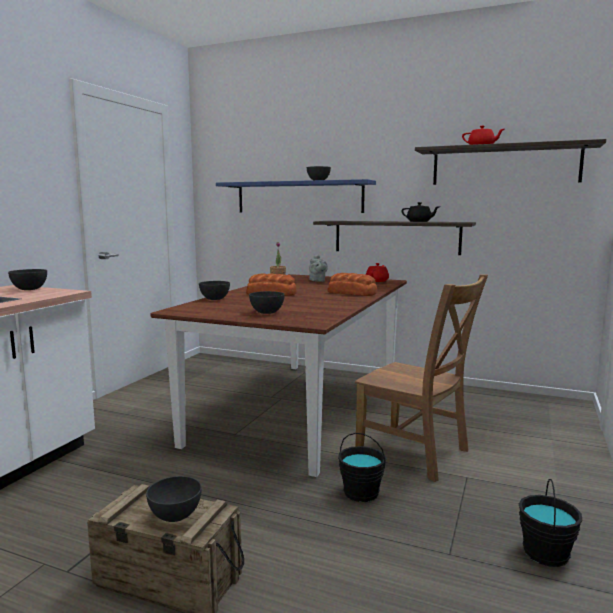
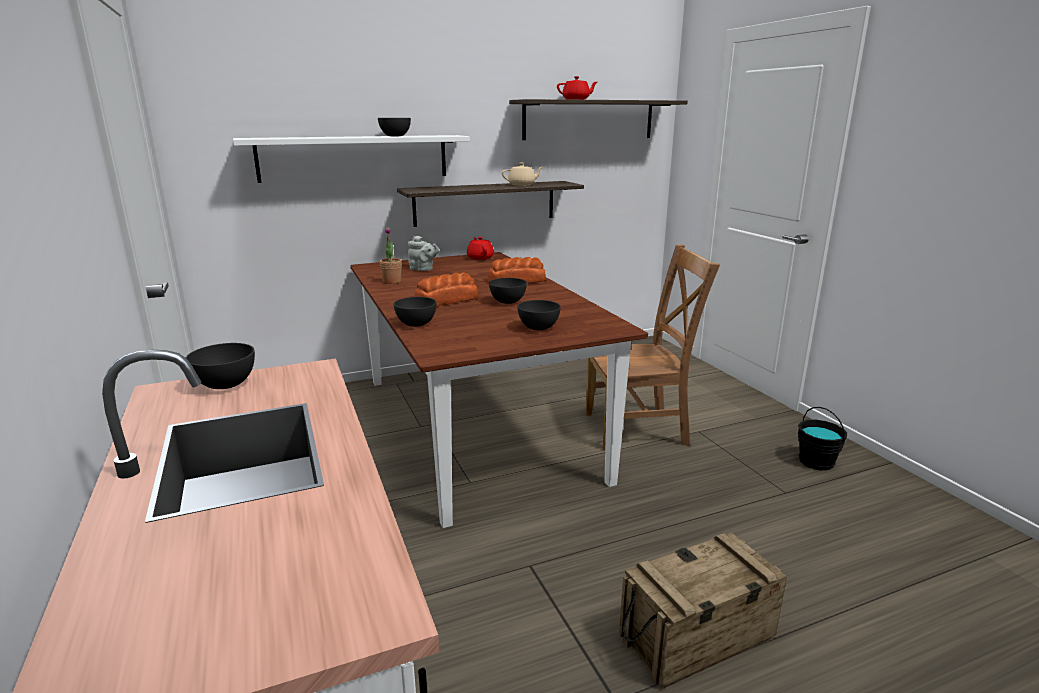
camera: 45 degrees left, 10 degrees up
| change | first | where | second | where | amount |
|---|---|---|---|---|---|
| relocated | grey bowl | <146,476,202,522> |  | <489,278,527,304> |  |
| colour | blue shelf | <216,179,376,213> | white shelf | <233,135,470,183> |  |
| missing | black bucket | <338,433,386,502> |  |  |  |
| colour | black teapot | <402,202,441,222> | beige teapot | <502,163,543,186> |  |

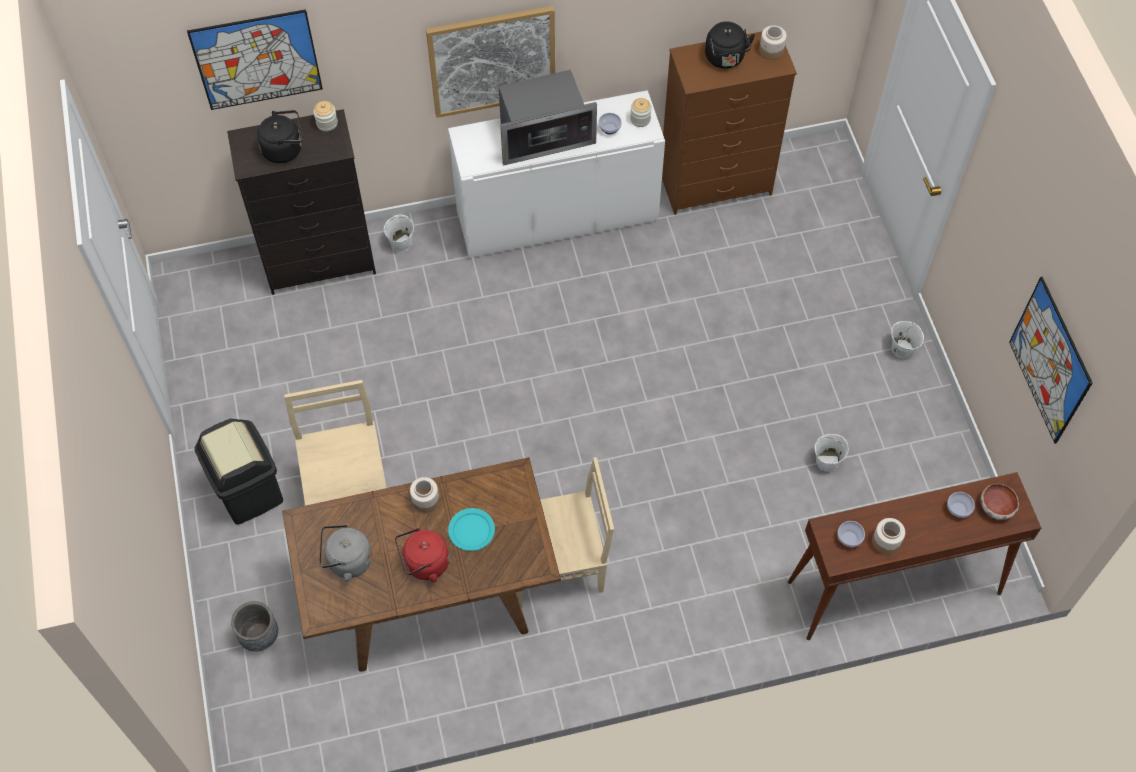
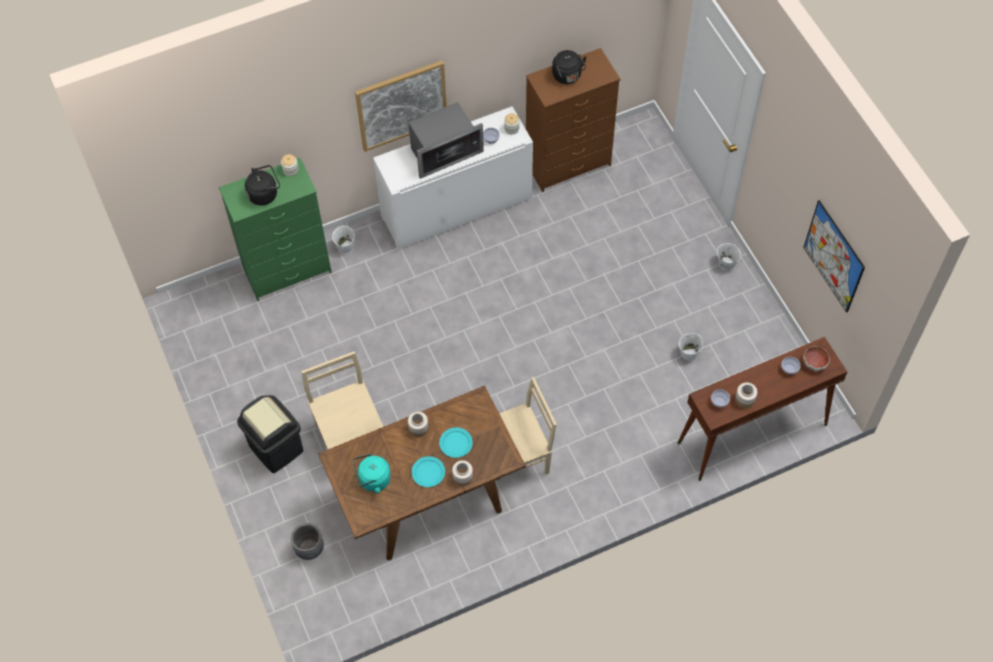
camera: 10 degrees left, 0 degrees up
| change | first | where | second | where | amount |
|---|---|---|---|---|---|
| missing | picture | <187,9,323,110> |  |  |  |
| colour | black dresser | <227,109,376,295> | green dresser | <219,158,332,301> |  |
| colour | grey kettle | <319,525,372,582> | turquoise kettle | <353,454,391,494> |  |
| exchanged | red kettle | <395,528,450,582> | turquoise plate | <412,456,445,487> |  |
| relocated | jar | <759,25,787,60> |  | <452,460,473,486> |  |

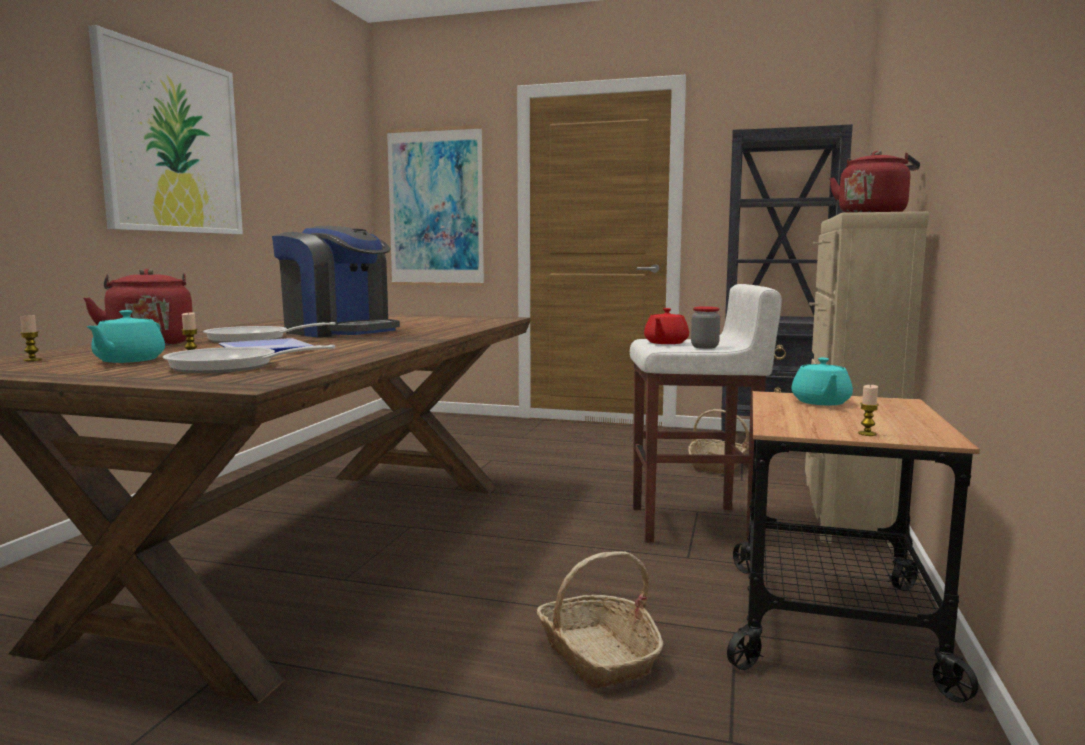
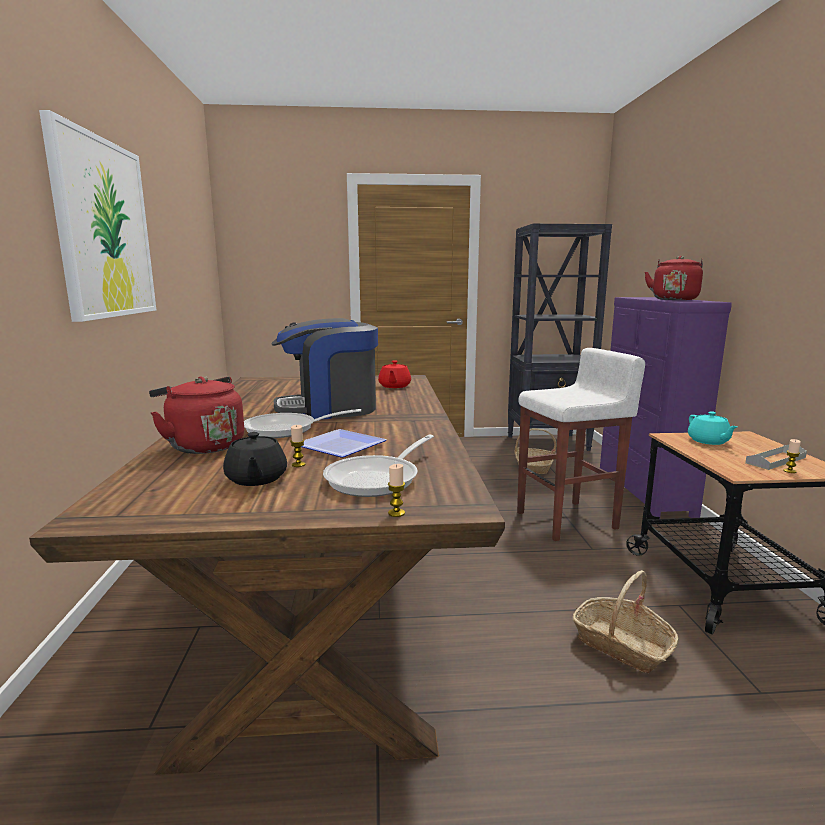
camera: 20 degrees left, 5 degrees up
| change | first | where | second | where | amount |
|---|---|---|---|---|---|
| relocated | candle | <20,314,42,361> |  | <388,464,405,517> |  |
| colour | turquoise teapot | <86,310,165,363> | black teapot | <223,432,287,486> |  |
| spun | frying pan | <163,345,336,373> |  | <323,435,434,497> | 45 degrees counterclockwise |
| spun | coffee machine | <272,226,400,337> |  | <271,318,378,420> | 150 degrees clockwise |
| missing | picture | <386,125,485,286> |  |  |  |
| relocated | red teapot | <644,308,689,344> |  | <378,360,411,388> |  |
| missing | jar | <691,306,720,349> |  |  |  |
| colour | beige dresser | <805,211,929,549> | purple dresser | <600,297,732,518> |  |
| appeared |  |  | grey tray | <745,445,807,470> |  |

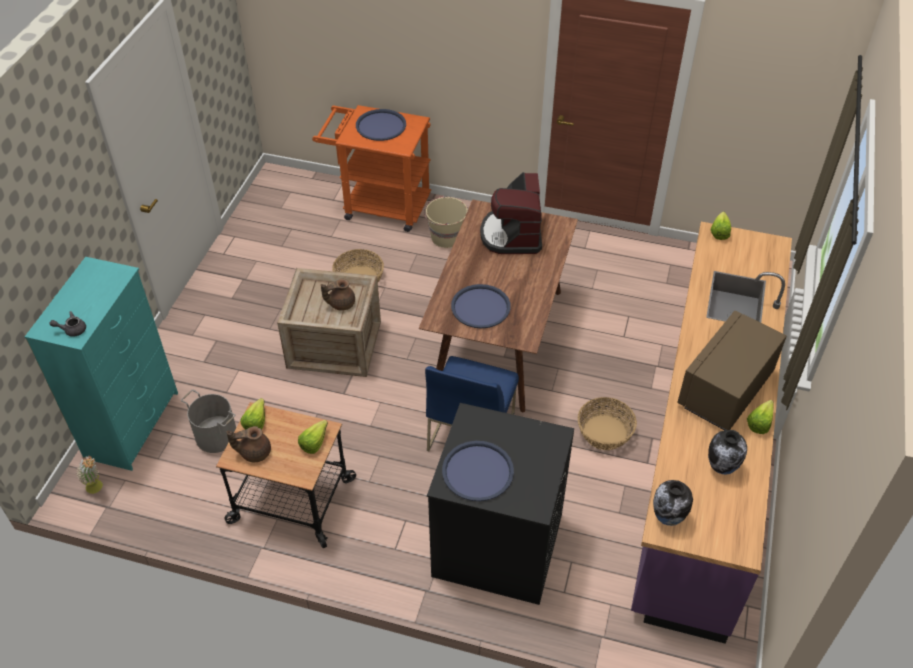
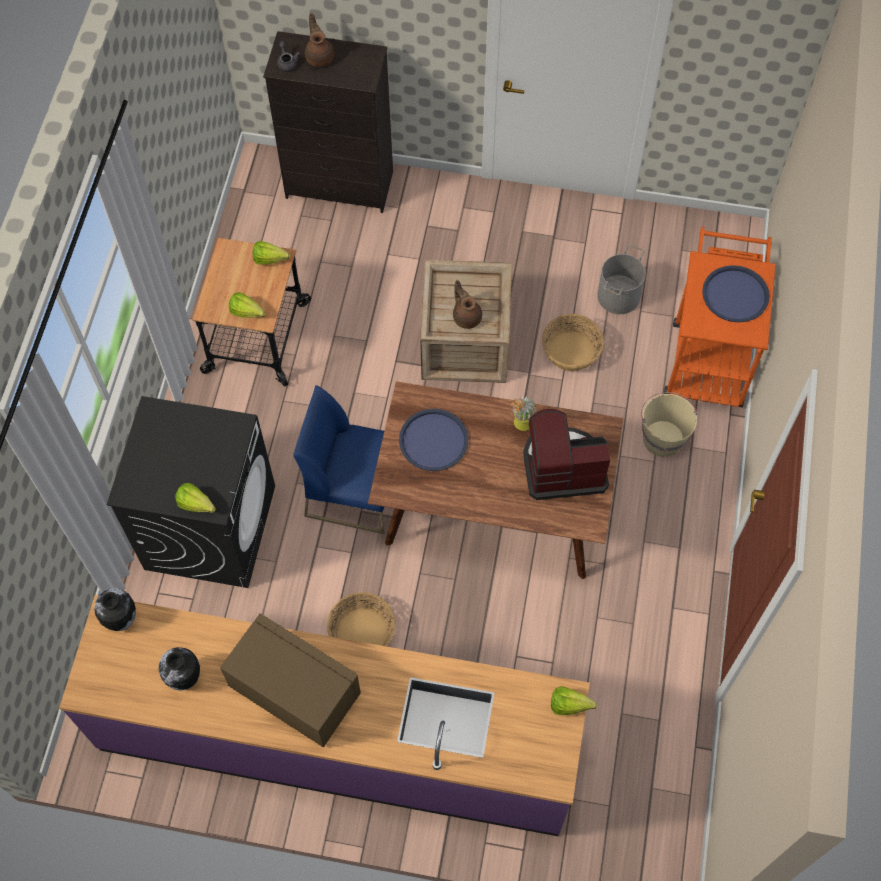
camera: 85 degrees right, 15 degrees up
| change | first | where | second | where | amount |
|---|---|---|---|---|---|
| colour | turquoise dresser | <25,256,178,471> | black dresser | <263,31,393,213> |  |
| relocated | potted plant | <77,456,103,494> |  | <511,397,537,431> |  |
| relocated | grey bucket | <181,390,236,453> |  | <597,244,646,314> |  |
| relocated | brown teapot | <226,426,271,462> |  | <305,13,334,67> |  |
| missing | blue tray | <442,441,514,501> |  |  |  |
| relocated | lettuce | <747,400,774,434> |  | <175,483,216,513> |  |

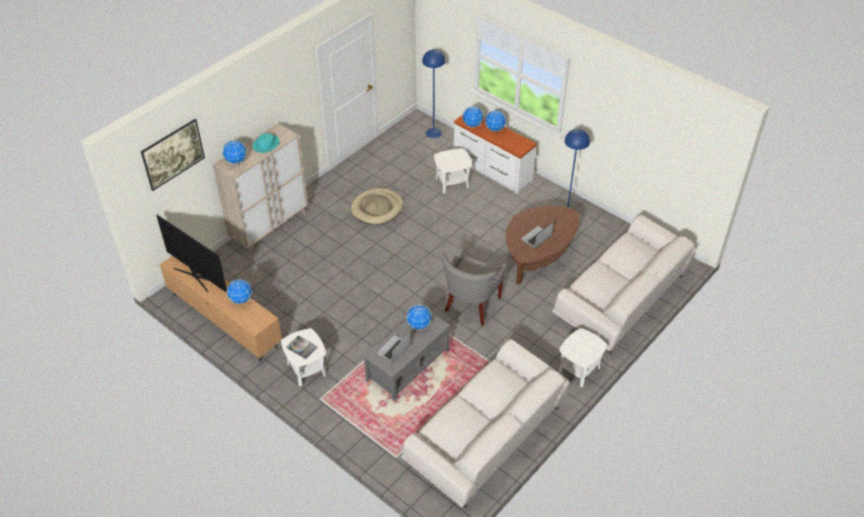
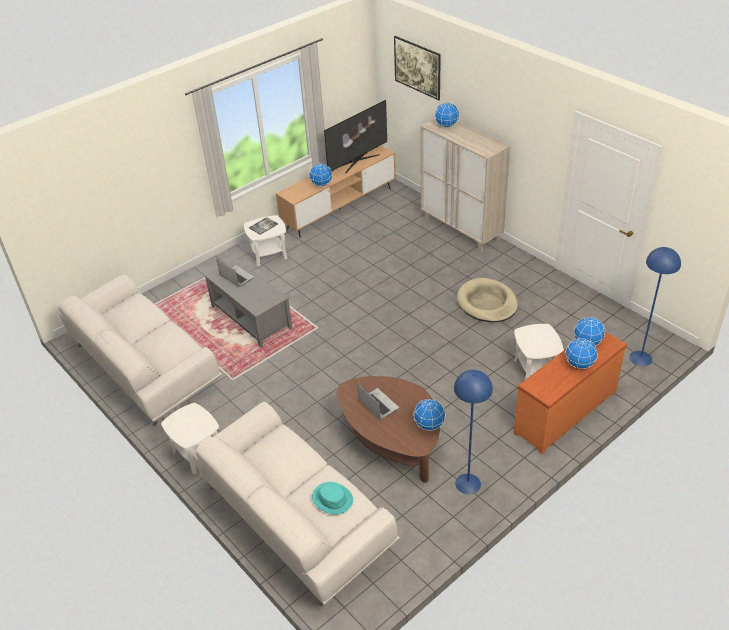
camera: 100 degrees right, 5 degrees down
| change | first | where | second | where | amount |
|---|---|---|---|---|---|
| relocated | turquoise hat | <252,133,280,153> |  | <312,482,353,515> |  |
| relocated | globe | <406,305,432,330> |  | <413,399,446,431> |  |
| missing | grey armchair | <442,247,507,326> |  |  |  |
| colour | white dresser | <454,115,537,194> | orange dresser | <514,332,627,454> |  |

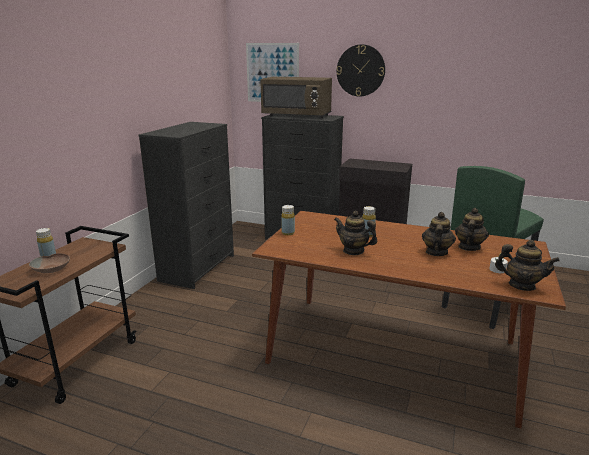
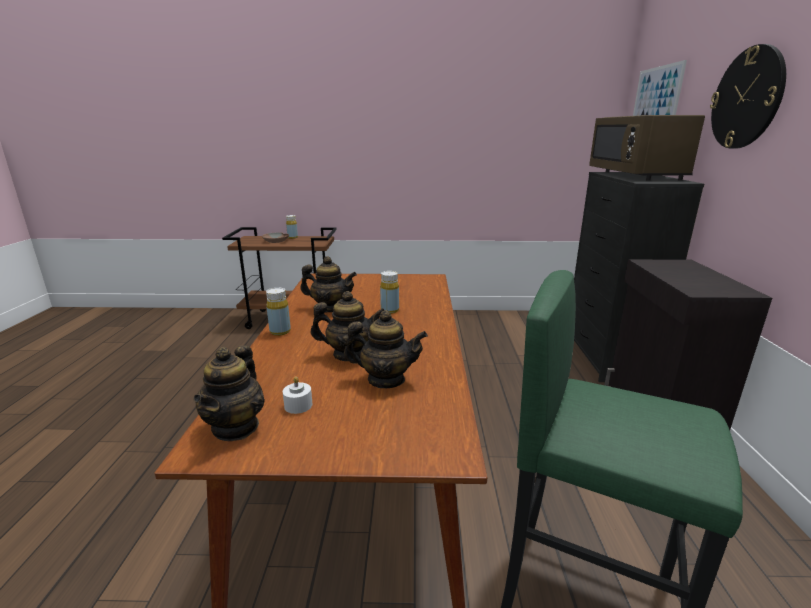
camera: 70 degrees right, 0 degrees up
| change | first | where | second | where | amount |
|---|---|---|---|---|---|
| missing | black dresser | <139,122,234,289> |  |  |  |
| relocated | yellow bottle | <281,205,295,235> |  | <266,288,291,336> |  |
| spun | teapot | <334,211,377,255> |  | <300,256,357,312> | 90 degrees clockwise |

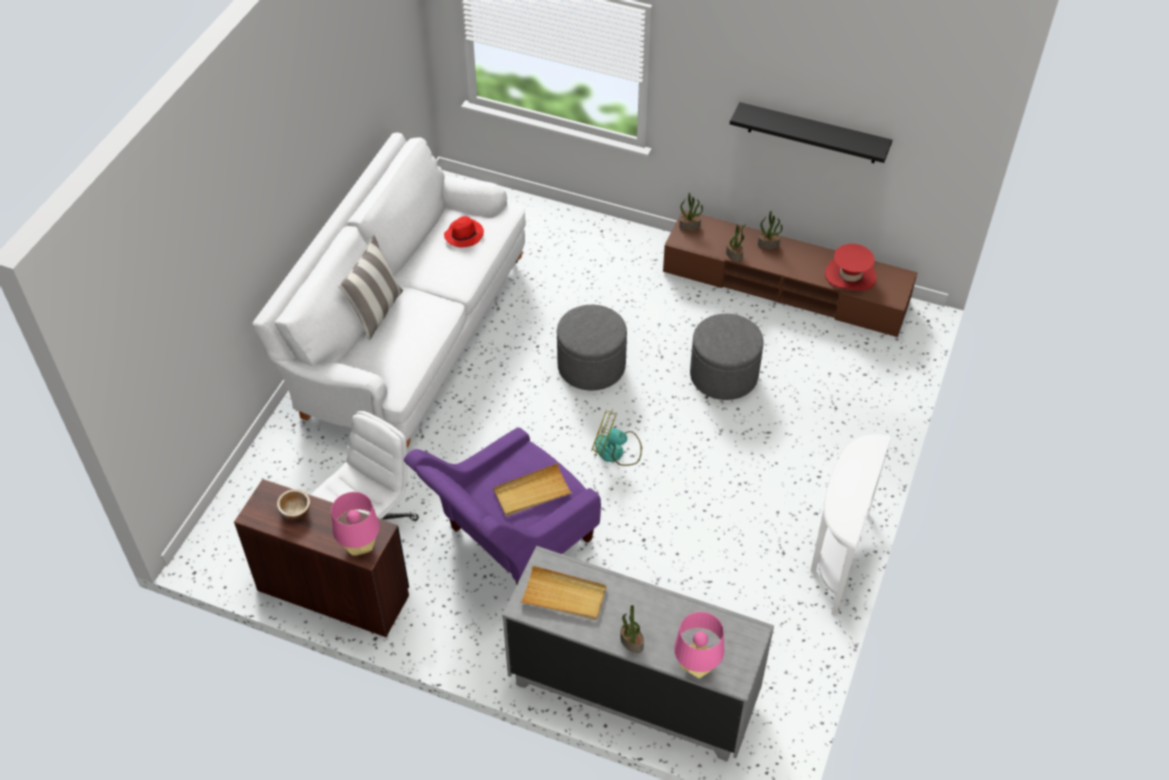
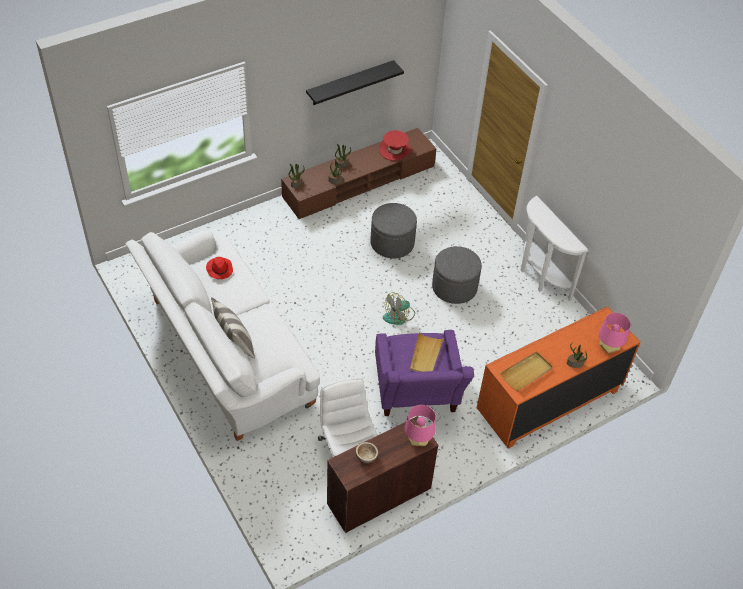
camera: 55 degrees left, 0 degrees up
| change | first | where | second | where | amount |
|---|---|---|---|---|---|
| colour | grey dresser | <502,546,774,761> | orange dresser | <477,306,641,449> |  |
| relocated | grey ottoman | <557,305,627,391> |  | <432,246,482,304> |  |

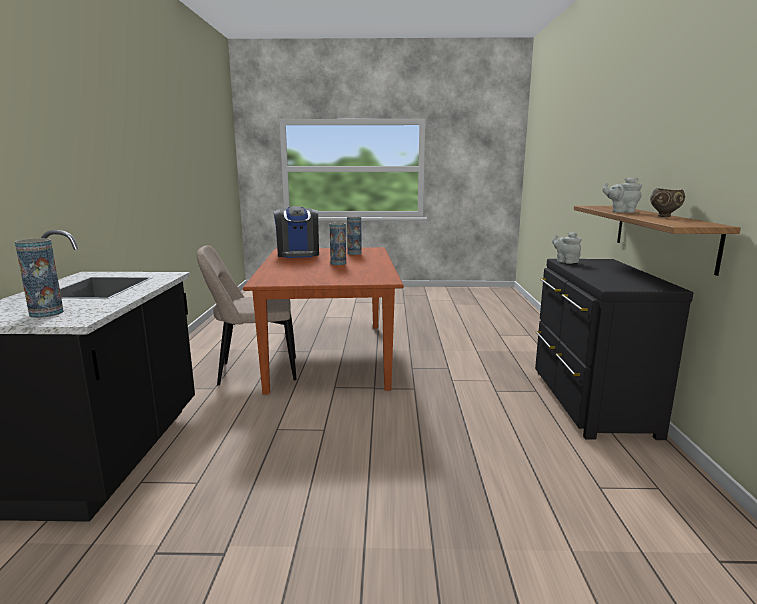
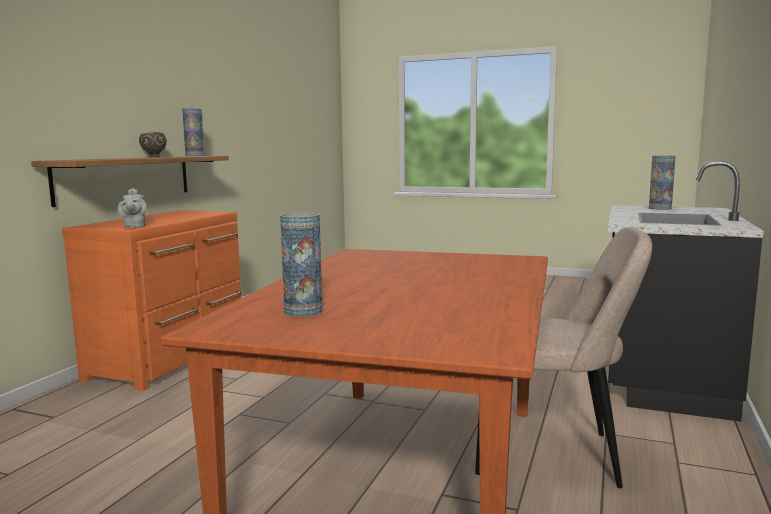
camera: 160 degrees left, 5 degrees down
| change | first | where | second | where | amount |
|---|---|---|---|---|---|
| missing | coffee machine | <274,206,319,258> |  |  |  |
| relocated | vase | <330,223,346,265> |  | <182,108,205,156> |  |
| colour | black dresser | <535,259,693,440> | orange dresser | <62,210,241,391> |  |
| missing | grey teapot | <602,177,642,213> |  |  |  |

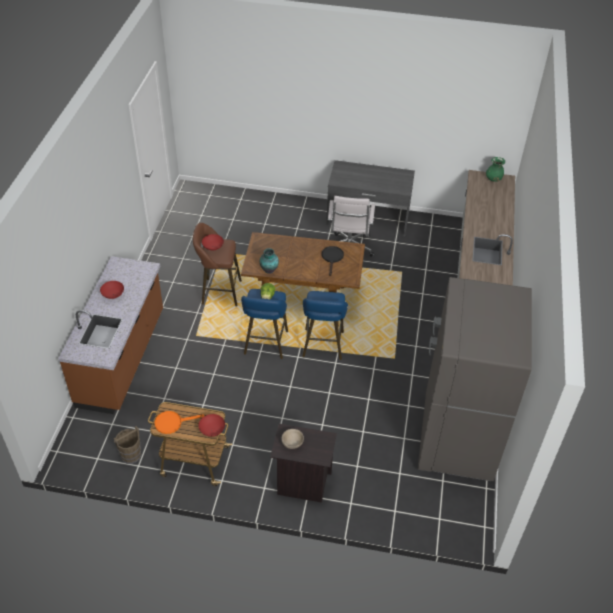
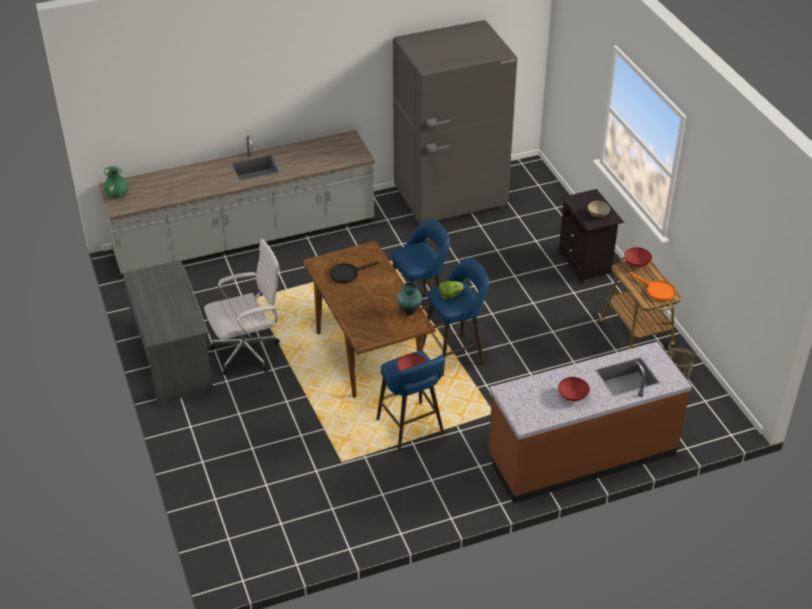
camera: 120 degrees left, 5 degrees down
| change | first | where | second | where | amount |
|---|---|---|---|---|---|
| colour | brown stool | <193,223,242,306> | blue stool | <376,351,445,451> |  |

